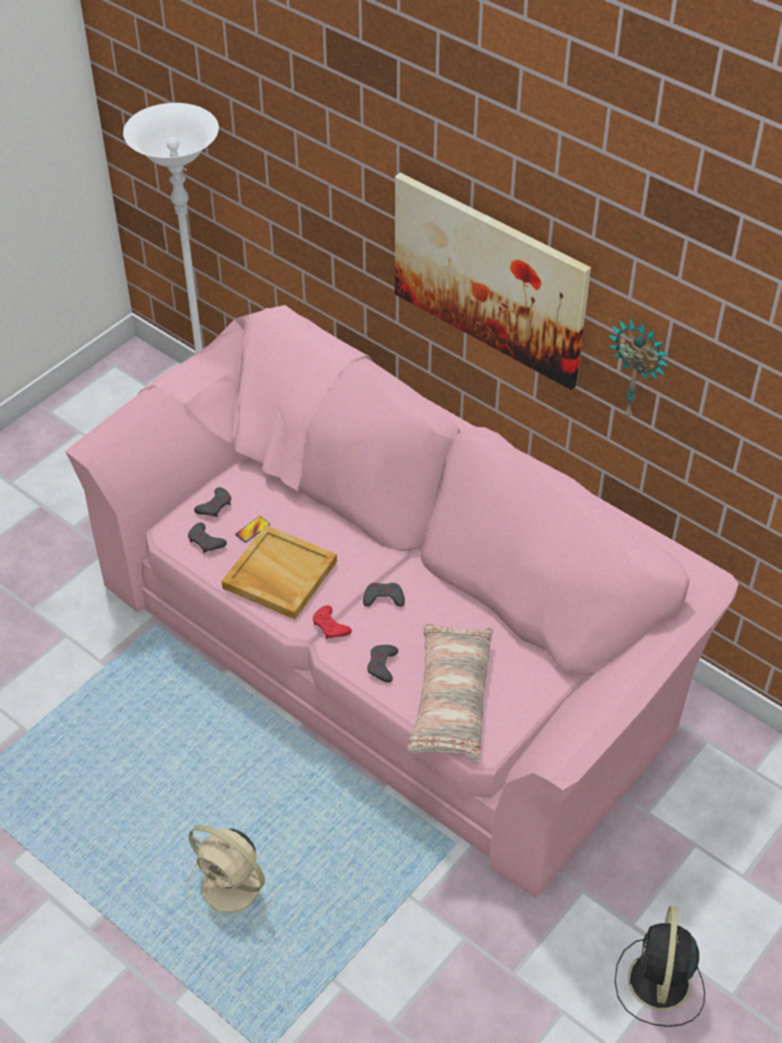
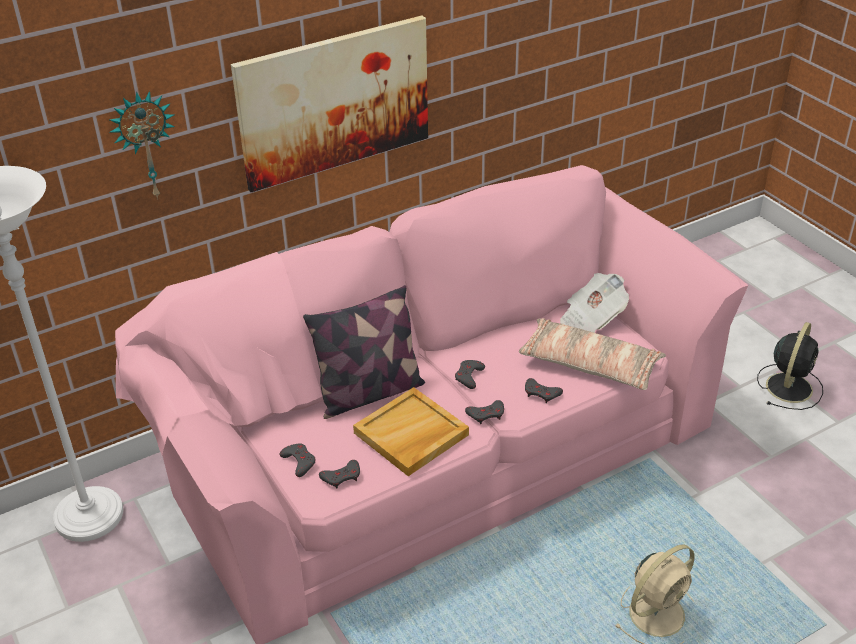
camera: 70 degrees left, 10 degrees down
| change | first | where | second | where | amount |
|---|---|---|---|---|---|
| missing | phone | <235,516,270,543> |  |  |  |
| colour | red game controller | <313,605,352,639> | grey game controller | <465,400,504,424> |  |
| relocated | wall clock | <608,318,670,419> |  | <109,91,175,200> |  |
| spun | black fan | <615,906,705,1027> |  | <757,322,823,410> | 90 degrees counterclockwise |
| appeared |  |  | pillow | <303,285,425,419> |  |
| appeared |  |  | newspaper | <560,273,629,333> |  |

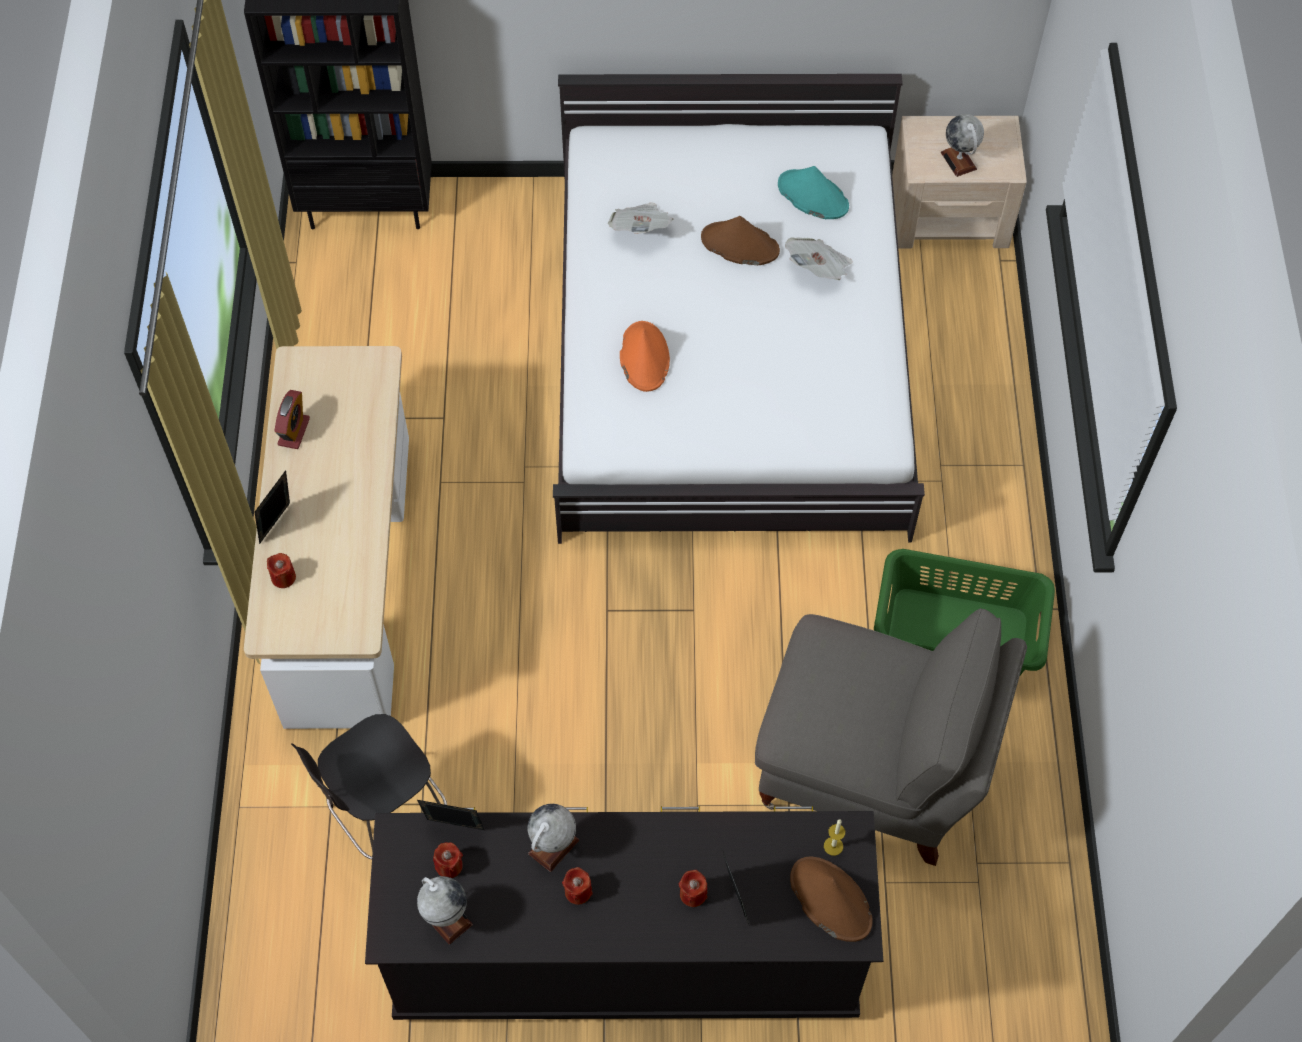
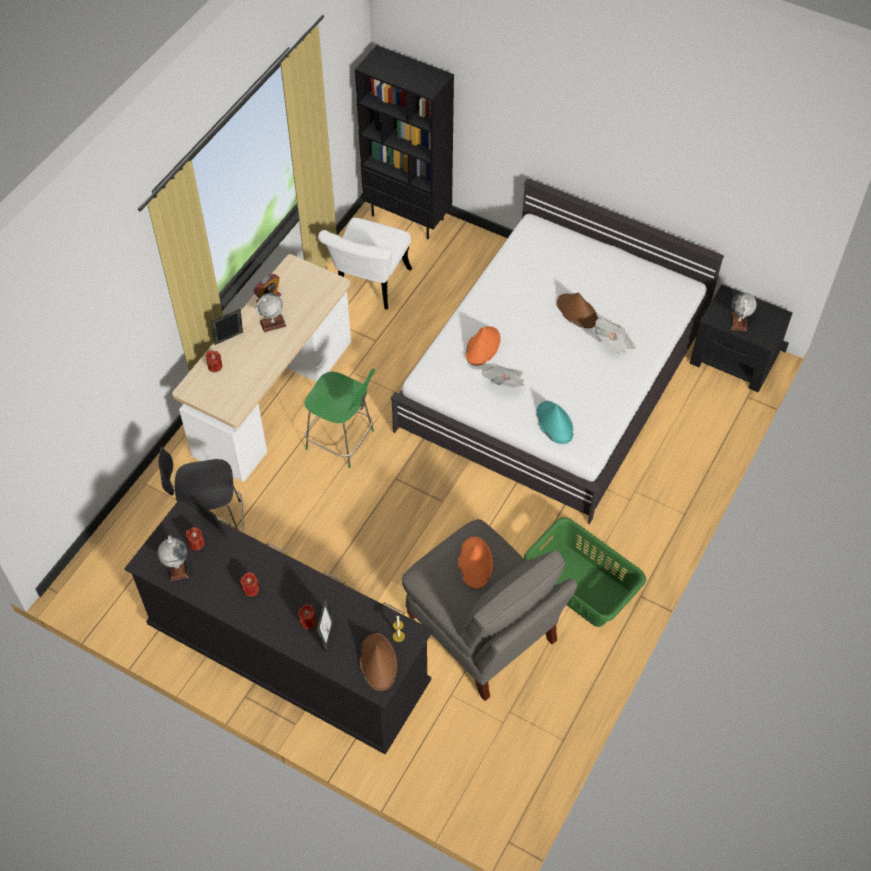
camera: 30 degrees right, 5 degrees down
| change | first | where | second | where | amount |
|---|---|---|---|---|---|
| relocated | globe | <528,804,579,872> |  | <255,293,286,333> |  |
| relocated | newspaper | <608,202,674,234> |  | <482,365,524,388> |  |
| relocated | turquoise hat | <778,166,849,219> |  | <536,401,574,444> |  |
| colour | beige nightstand | <892,116,1027,248> | black nightstand | <690,284,793,392> |  |
| appeared |  |  | green chair | <305,369,375,468> |  |
| appeared |  |  | white chair | <318,218,412,310> |  |
| appeared |  |  | orange hat | <458,536,493,589> |  |

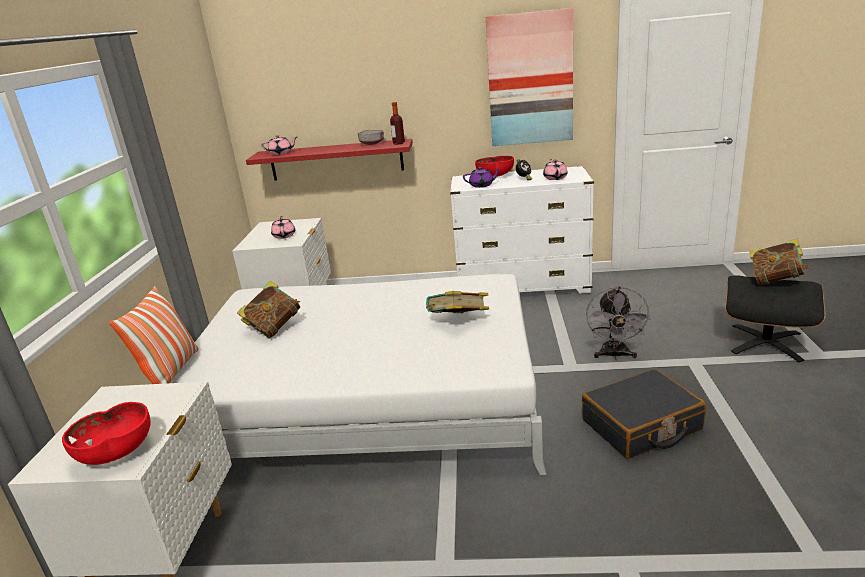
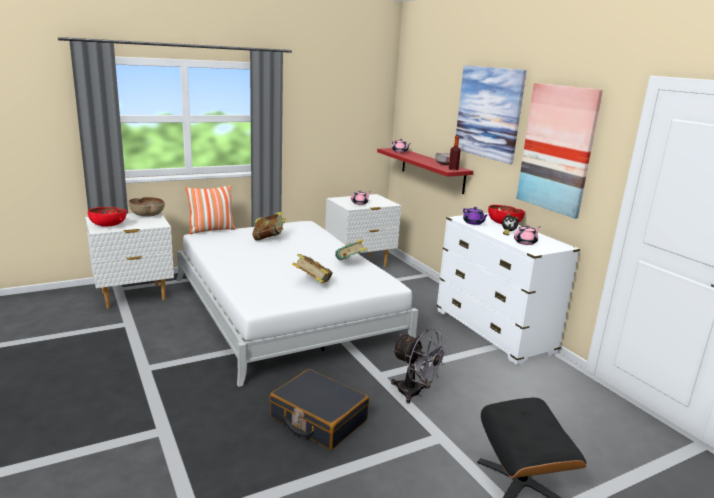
camera: 55 degrees right, 5 degrees down
| change | first | where | second | where | amount |
|---|---|---|---|---|---|
| spun | grey fan | <586,286,651,359> |  | <391,328,449,404> | 120 degrees counterclockwise |
| relocated | book | <750,239,809,285> |  | <335,239,367,260> |  |
| appeared |  |  | brown bowl | <128,197,165,217> |  |
| appeared |  |  | picture | <456,65,527,164> |  |

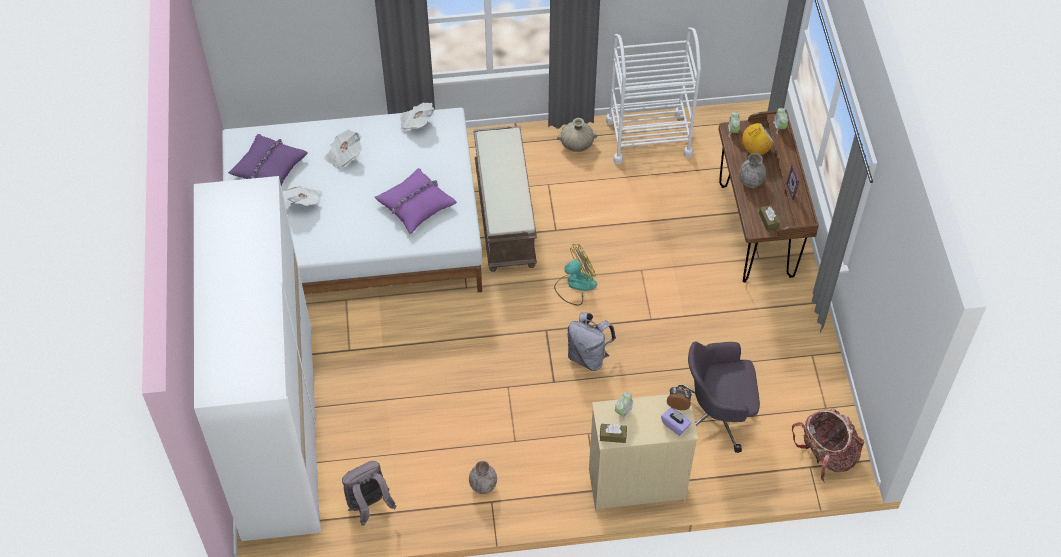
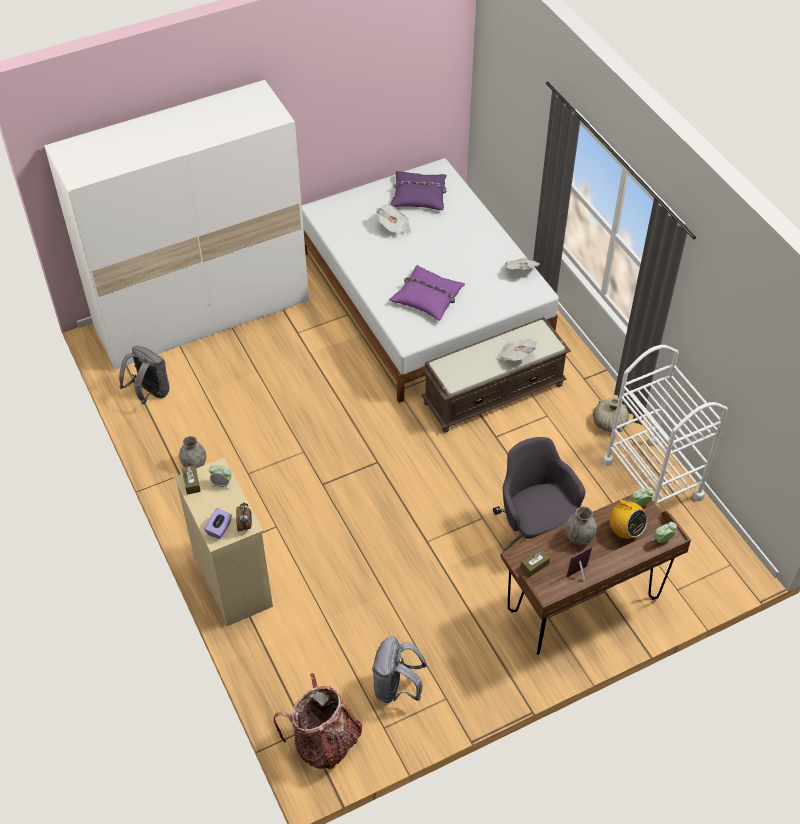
camera: 70 degrees right, 5 degrees down
| change | first | where | second | where | amount |
|---|---|---|---|---|---|
| relocated | newspaper | <324,130,362,169> |  | <498,339,537,361> |  |
| missing | fan | <554,244,597,306> |  |  |  |
| relocated | grey backpack | <568,312,616,371> |  | <372,636,427,703> |  |
| relocated | grey office chair | <677,341,760,453> |  | <493,437,585,555> |  |

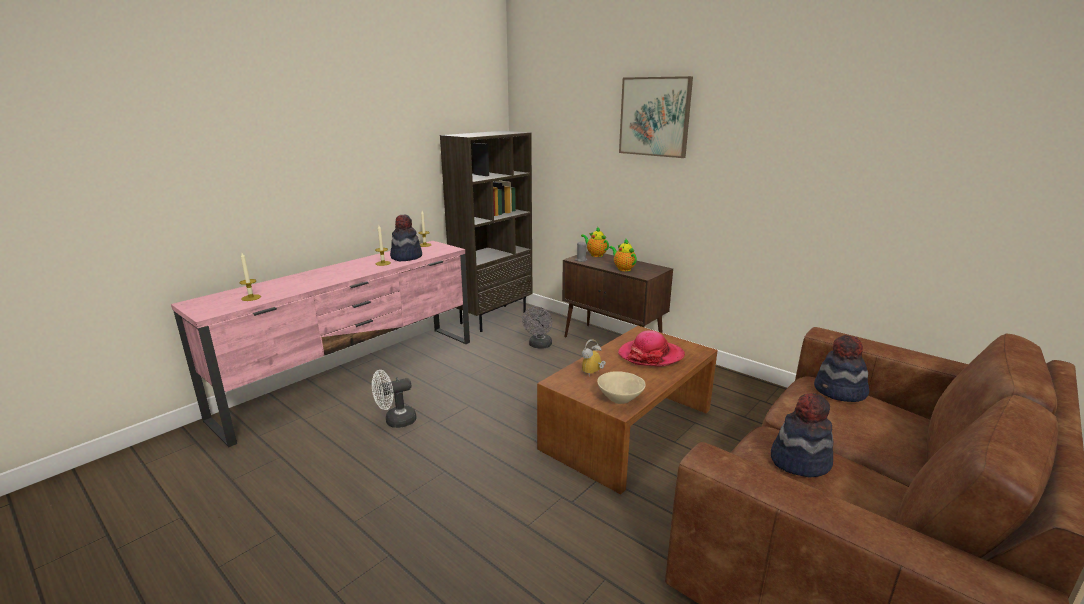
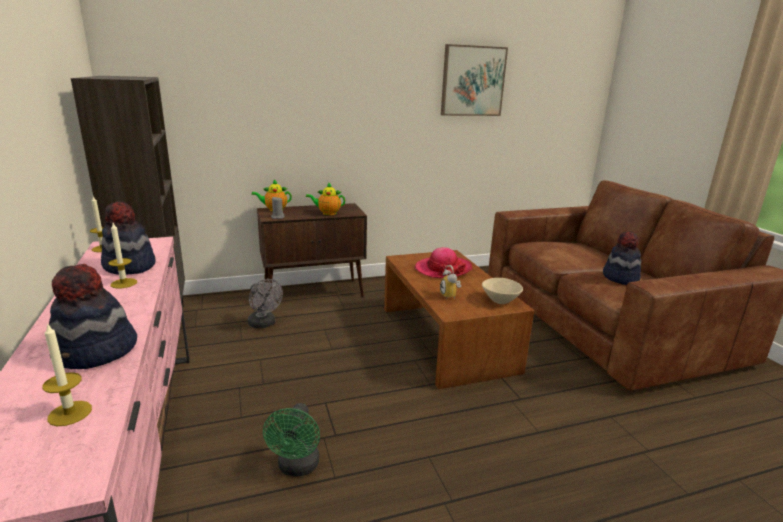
camera: 60 degrees left, 0 degrees up
| change | first | where | second | where | amount |
|---|---|---|---|---|---|
| colour | white fan | <372,370,416,428> | green fan | <263,403,320,476> |  |
| relocated | picture | <619,76,693,158> |  | <441,44,508,116> |  |
| relocated | hat | <814,335,869,402> |  | <49,264,137,369> |  |

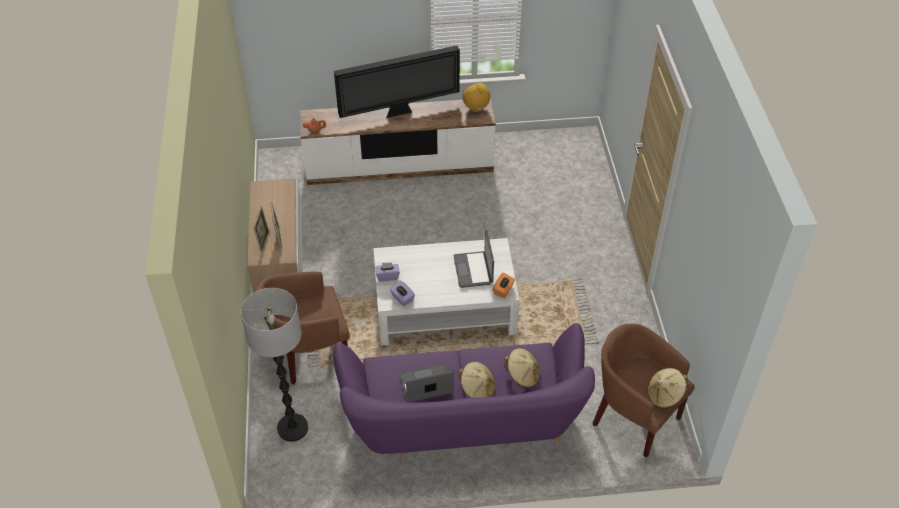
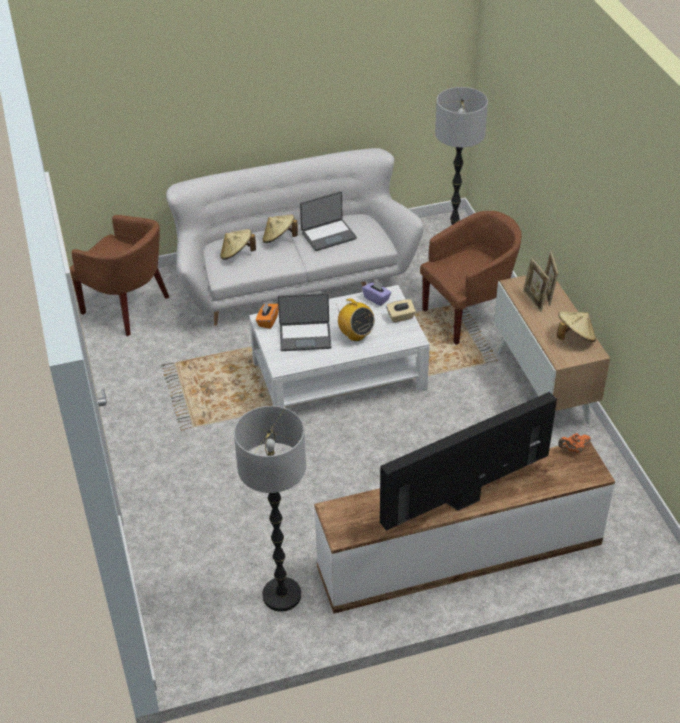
camera: 170 degrees right, 5 degrees down
| change | first | where | second | where | amount |
|---|---|---|---|---|---|
| colour | purple sofa | <333,323,595,460> | white sofa | <166,148,424,325> |  |
| colour | purple tissue box | <375,262,400,281> | beige tissue box | <386,299,416,323> |  |
| spun | laptop | <453,230,494,288> |  | <278,293,331,351> | 105 degrees clockwise |
| relocated | radio | <462,83,491,112> |  | <336,298,375,341> |  |
| relocated | beige hat | <647,368,688,409> |  | <557,311,596,342> |  |
| appeared |  |  | floor lamp | <234,406,306,612> |  |

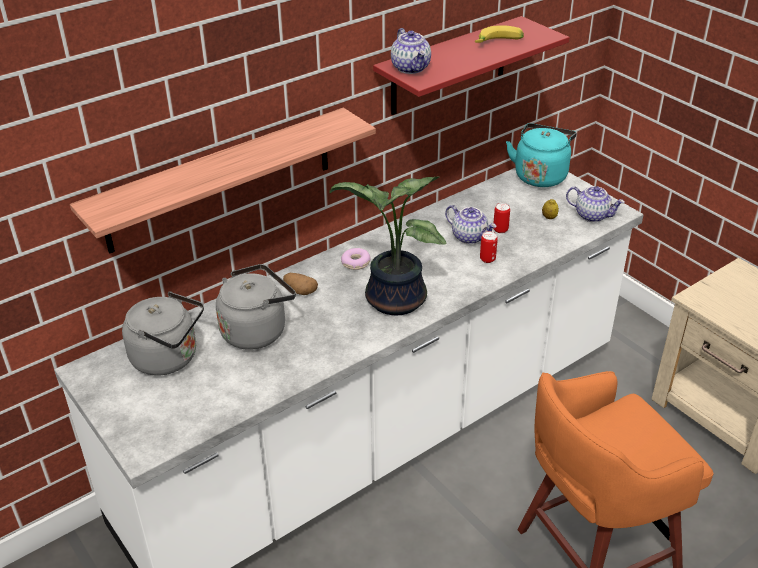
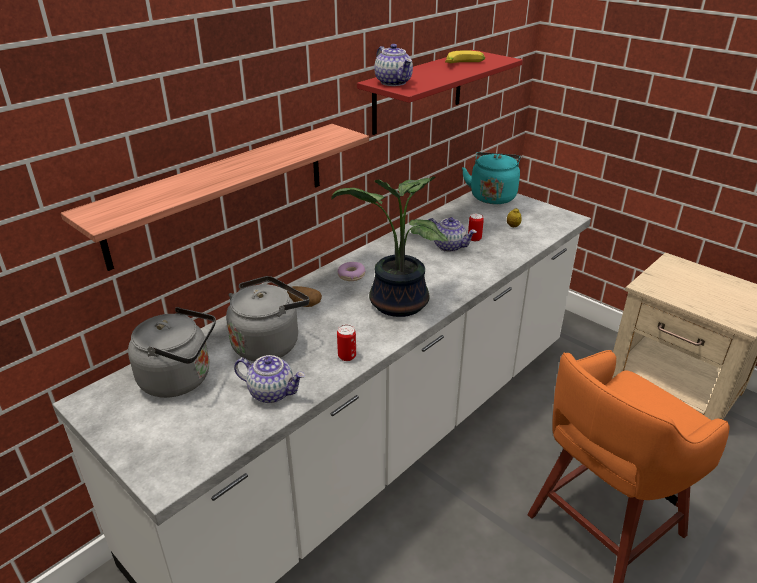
camera: 10 degrees left, 5 degrees down
| change | first | where | second | where | amount |
|---|---|---|---|---|---|
| relocated | can | <480,231,498,263> |  | <337,325,356,361> |  |
| relocated | teapot | <566,186,625,222> |  | <234,355,305,403> |  |

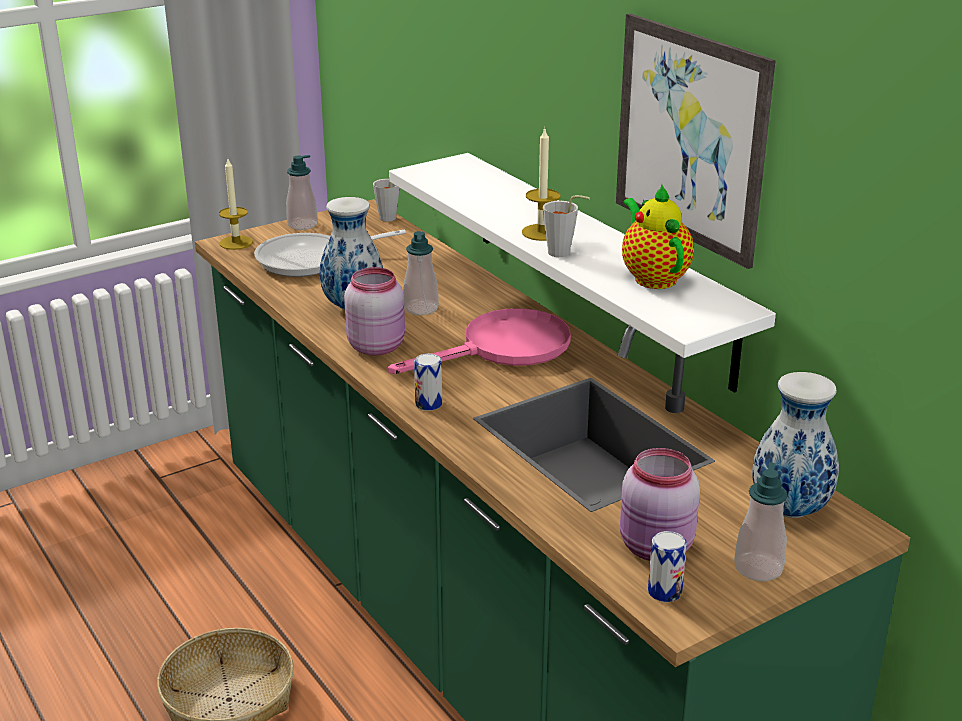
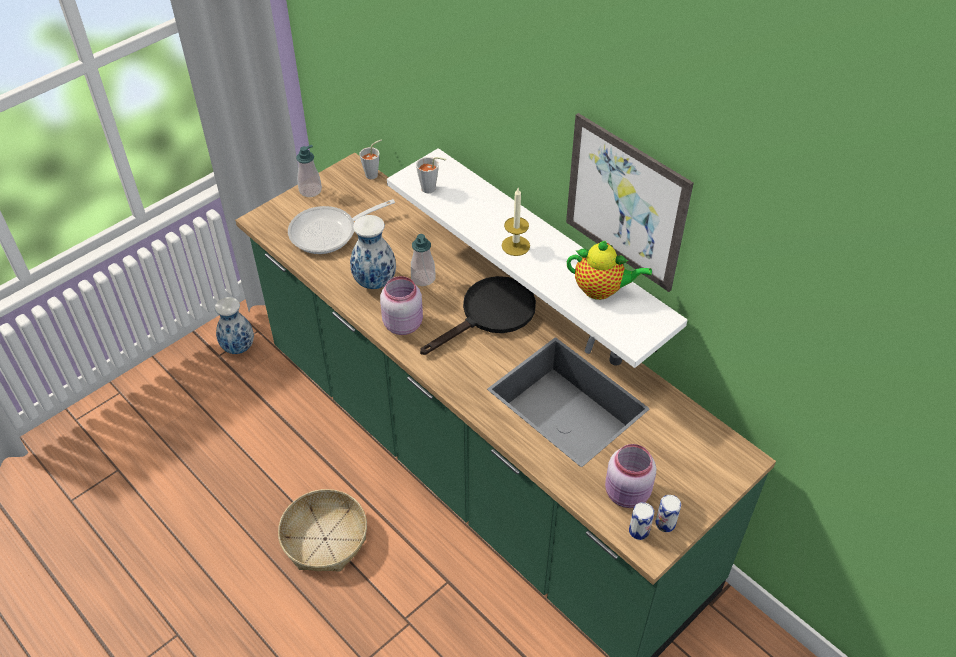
camera: 10 degrees left, 20 degrees up
| change | first | where | second | where | amount |
|---|---|---|---|---|---|
| missing | candle | <219,159,253,250> |  |  |  |
| colour | pink frying pan | <388,308,571,374> | black frying pan | <420,276,536,355> |  |
| relocated | can | <414,353,442,411> |  | <655,495,681,532> |  |
| relocated | grey cup | <543,195,590,257> |  | <416,157,446,193> |  |
| spun | teapot | <622,184,694,289> |  | <567,241,652,300> | 135 degrees clockwise |
| missing | soap dispenser | <734,462,788,582> |  |  |  |
| relocated | vase | <752,372,839,518> |  | <215,297,254,354> |  |

